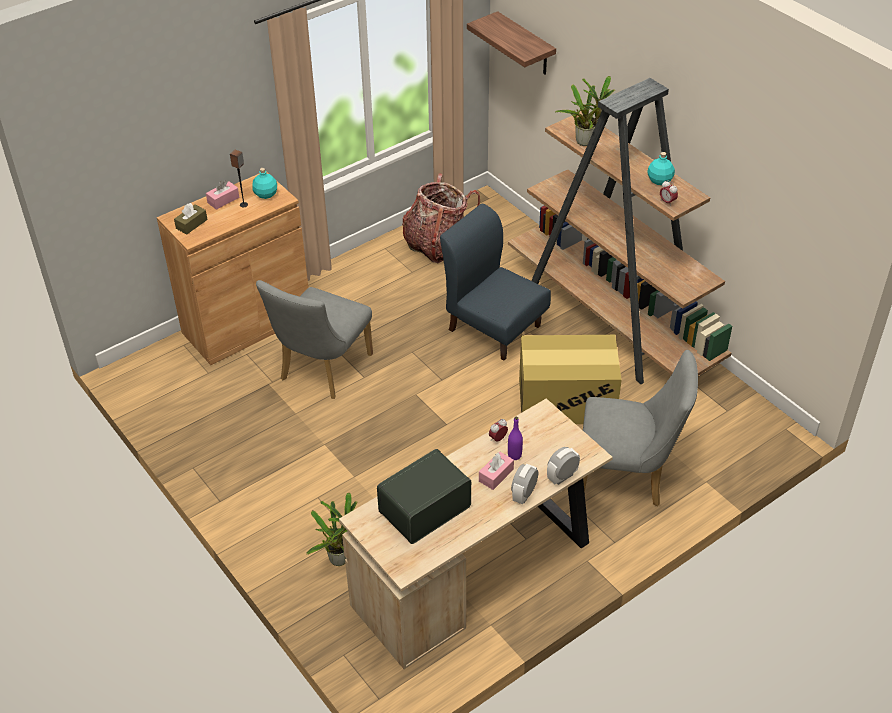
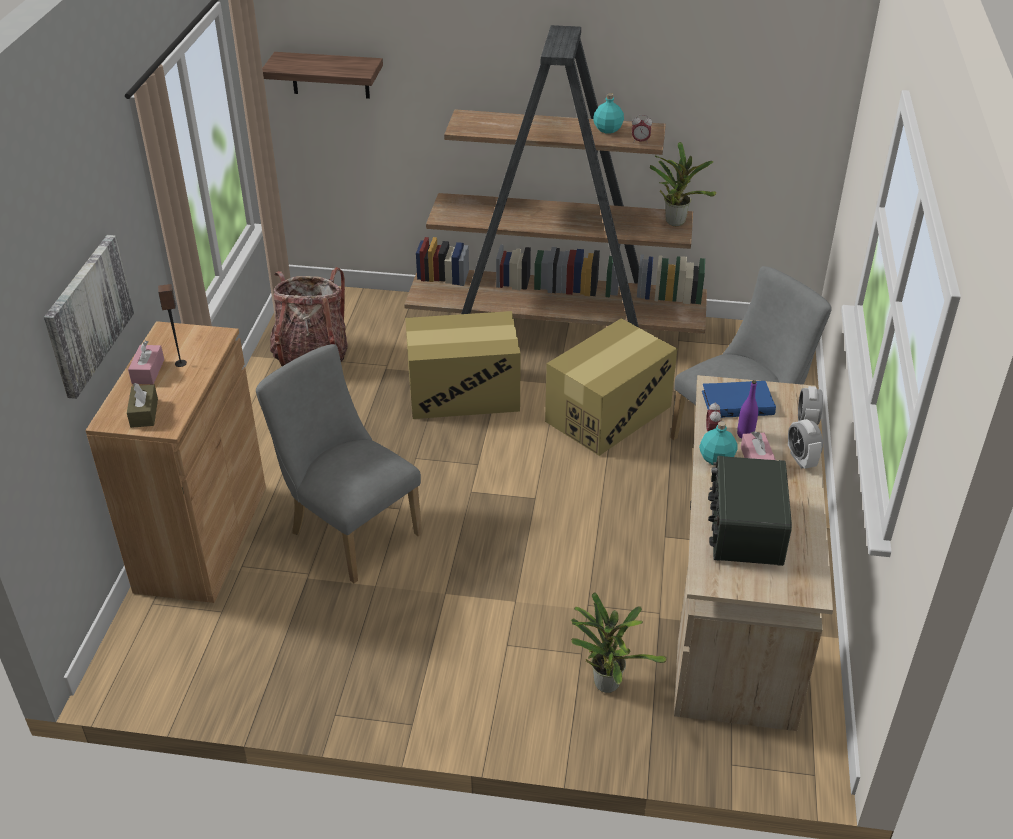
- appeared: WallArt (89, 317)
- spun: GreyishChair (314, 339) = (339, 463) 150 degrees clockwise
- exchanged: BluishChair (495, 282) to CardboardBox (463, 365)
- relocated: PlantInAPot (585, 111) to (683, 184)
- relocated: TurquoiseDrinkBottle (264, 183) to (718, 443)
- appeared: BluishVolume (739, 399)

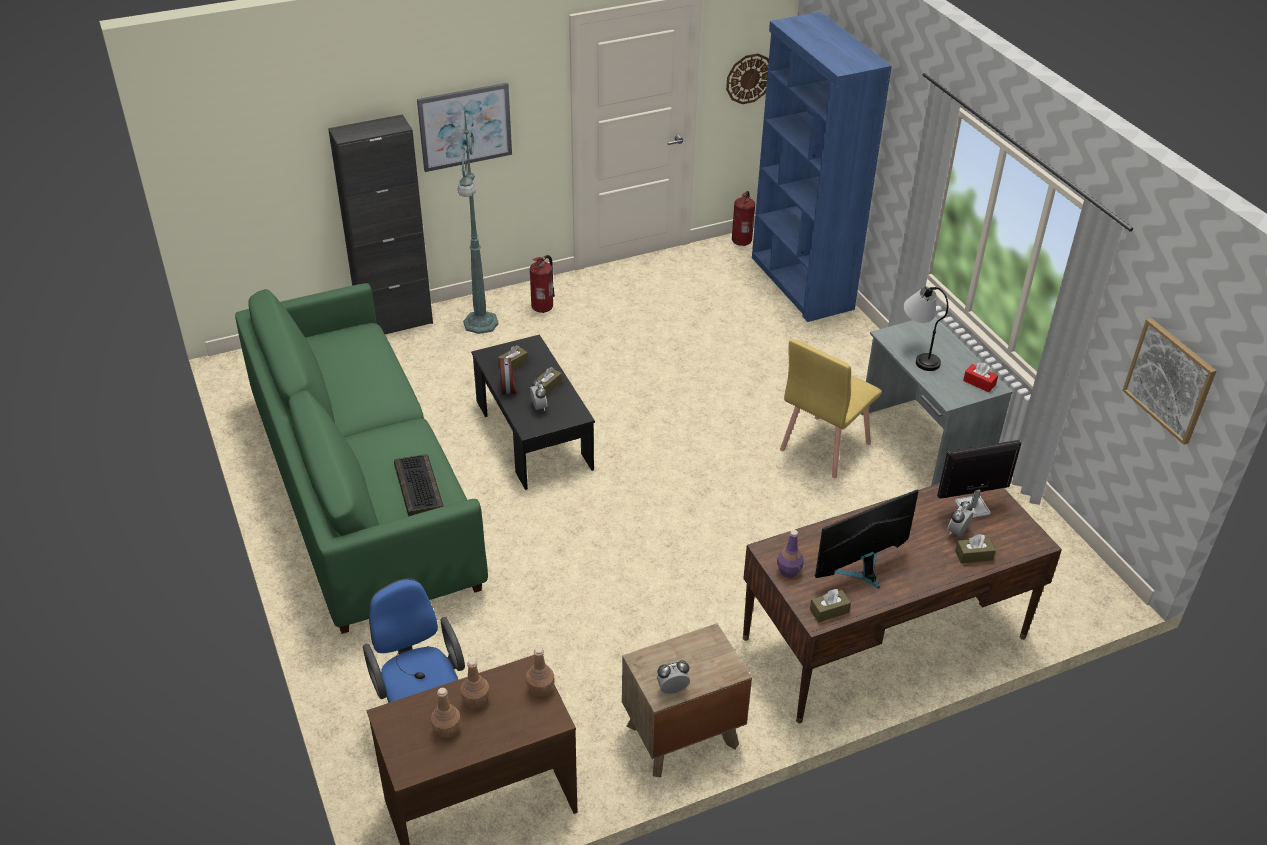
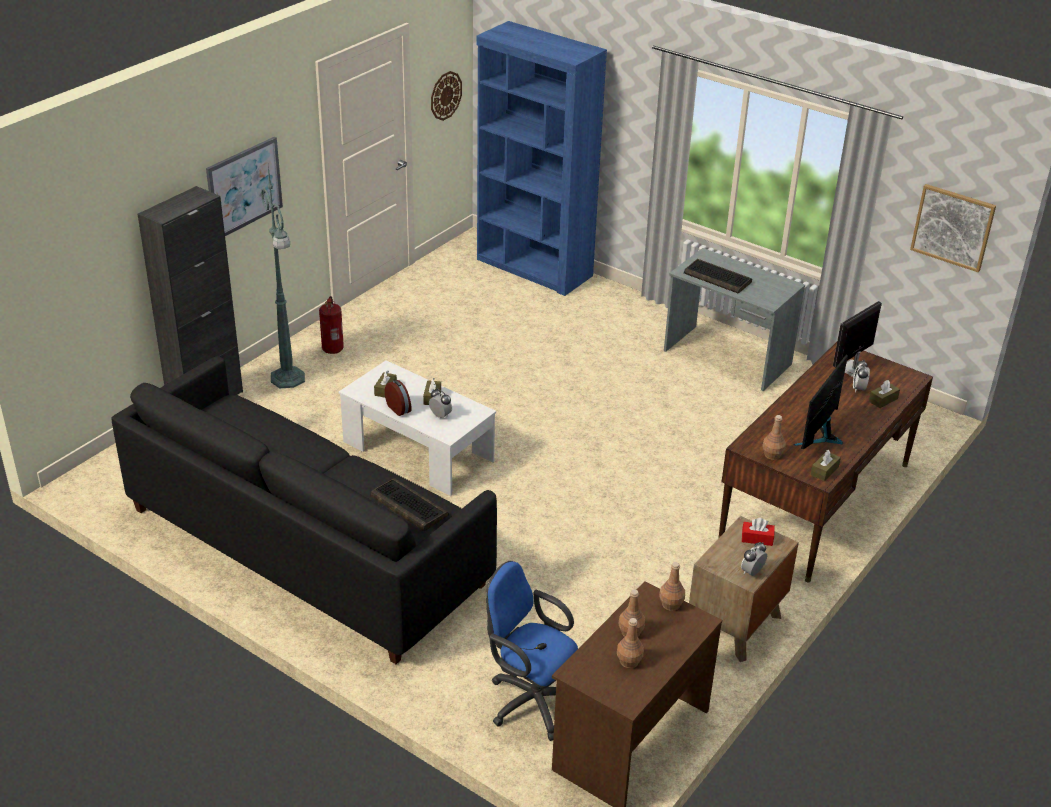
- colour: GreenCouch (361, 458) to BlackColouredCouch (304, 510)
- colour: BlackColouredLowTable (533, 412) to WhiteLowTable (417, 428)
- exchanged: LampForATable (926, 329) to ComputerKeyboard (718, 276)
- relocated: RedColouredTissueBox (980, 377) to (758, 532)
- colour: PurplishDrinkBottle (790, 554) to BrownColouredDrinkBottle (774, 437)
- missing: FireFightingCylinder (743, 218)
- missing: YellowColouredChair (831, 408)

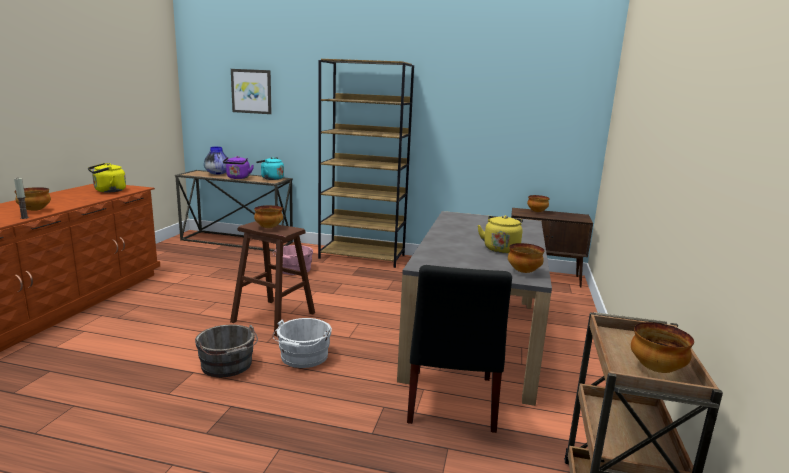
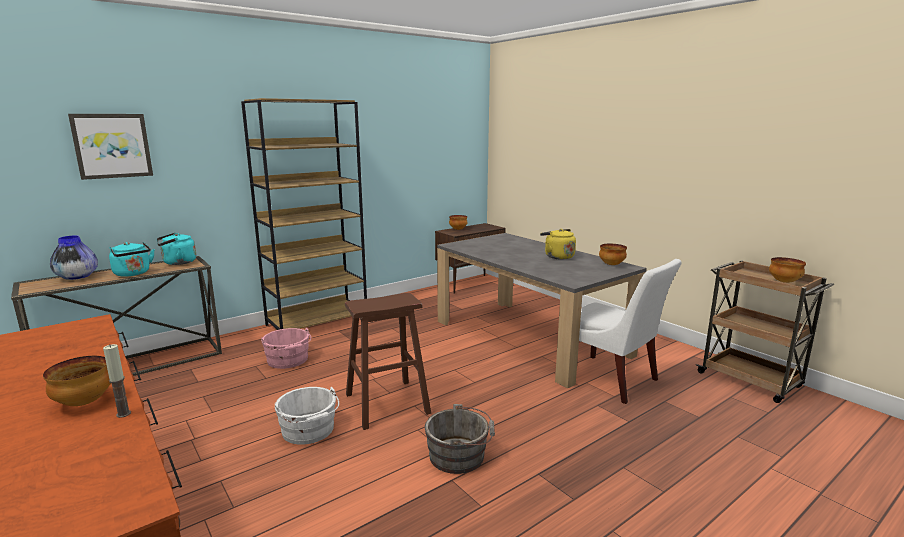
- colour: PurplishTeaKettle (238, 167) to TurquoiseTeaKettle (132, 259)
- relocated: WhiteBucket (302, 343) to (307, 416)
- colour: BlackColouredChair (459, 349) to WhiteChair (630, 331)
- missing: YellowColouredTeaKettle (107, 177)
- missing: ServingBowl (268, 216)

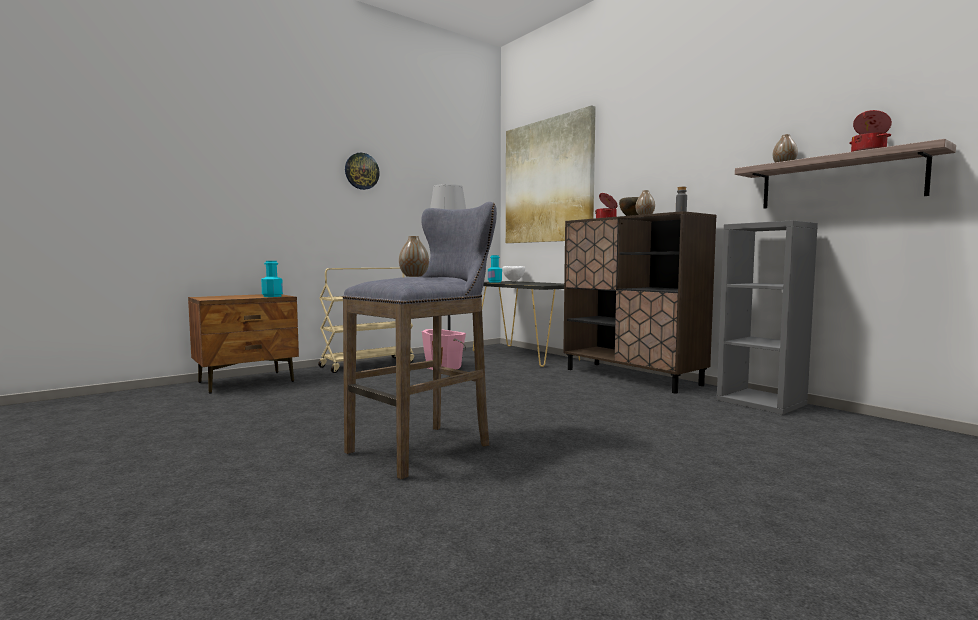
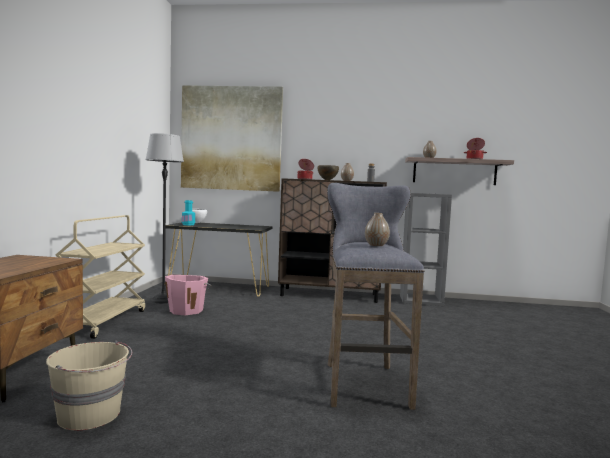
- appeared: SandColouredBucket (89, 386)
- missing: TurquoiseDrinkBottle (272, 279)
- missing: WallClock (362, 171)

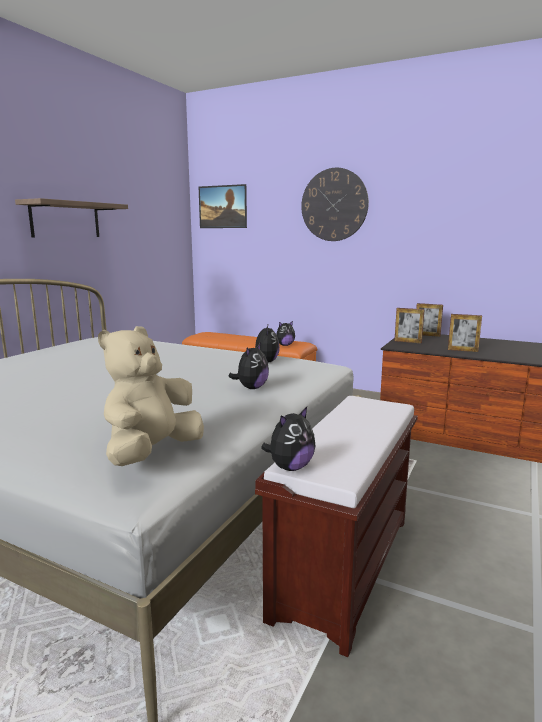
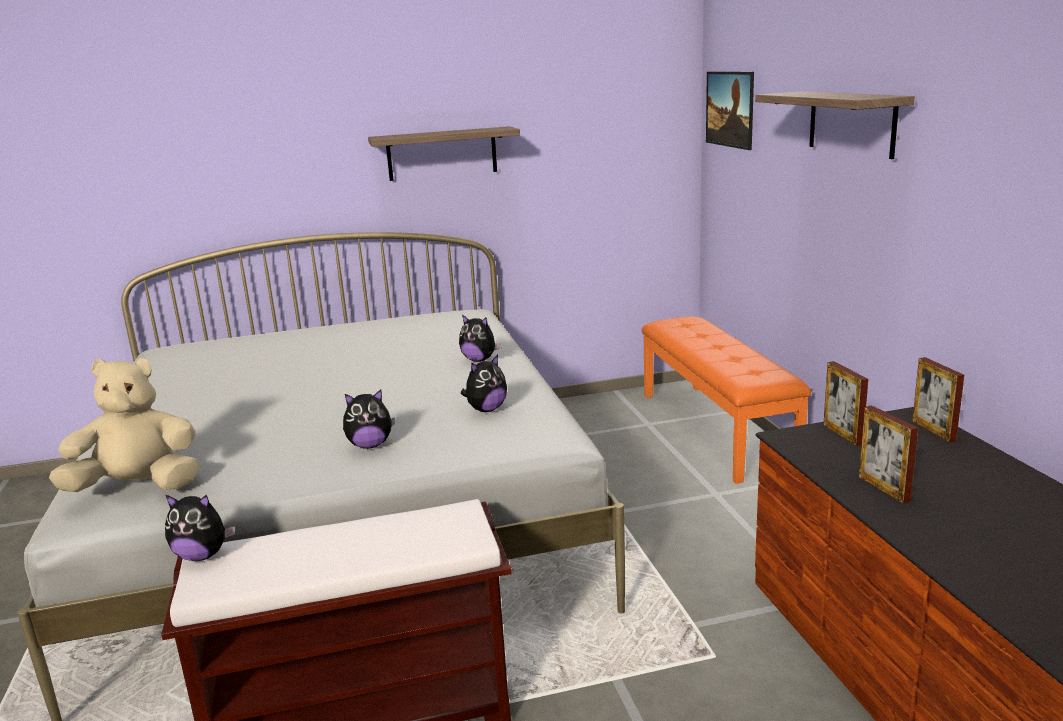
- relocated: SoftToy (286, 333) to (480, 338)
- exchanged: WallClock (335, 204) to BracketShelf (835, 125)

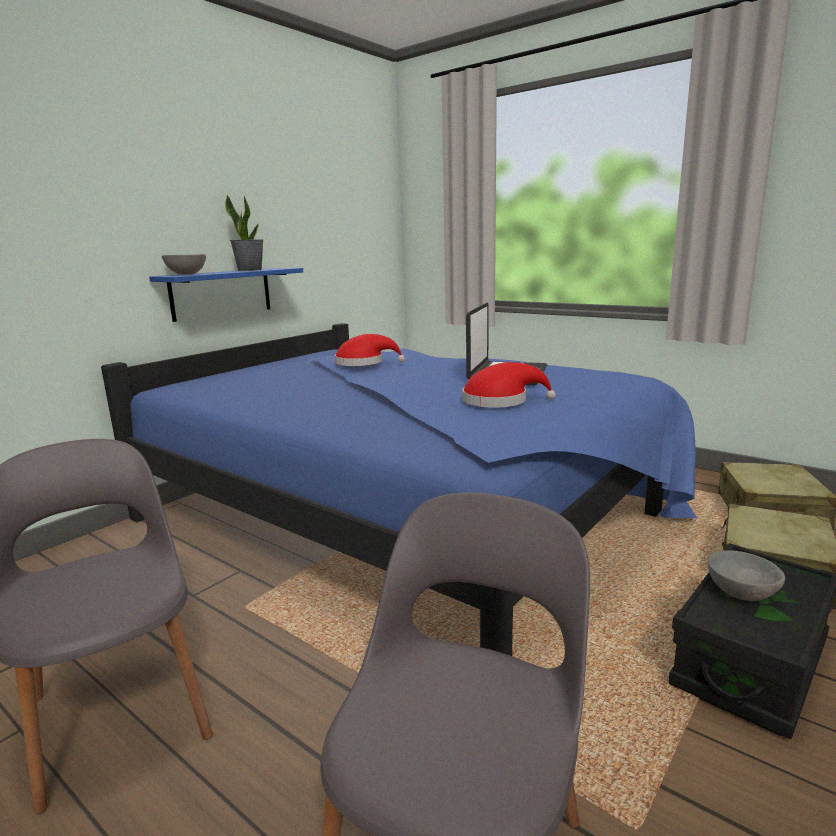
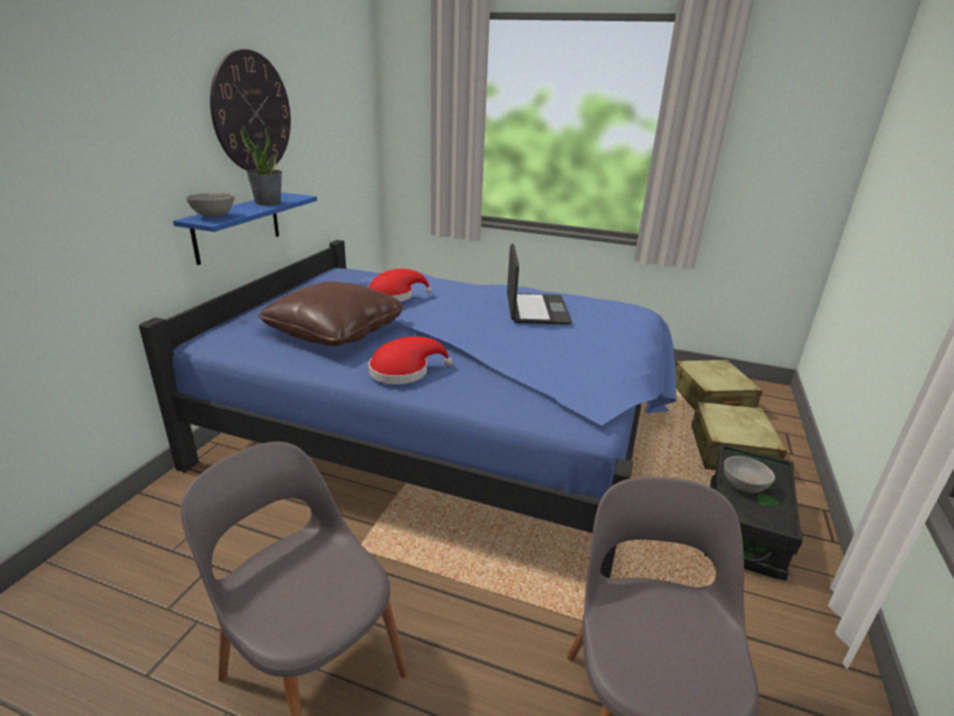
- appeared: WallClock (250, 110)
- appeared: BrownColouredPillow (331, 314)
- relocated: RedColouredClothingHat (509, 385) to (410, 360)

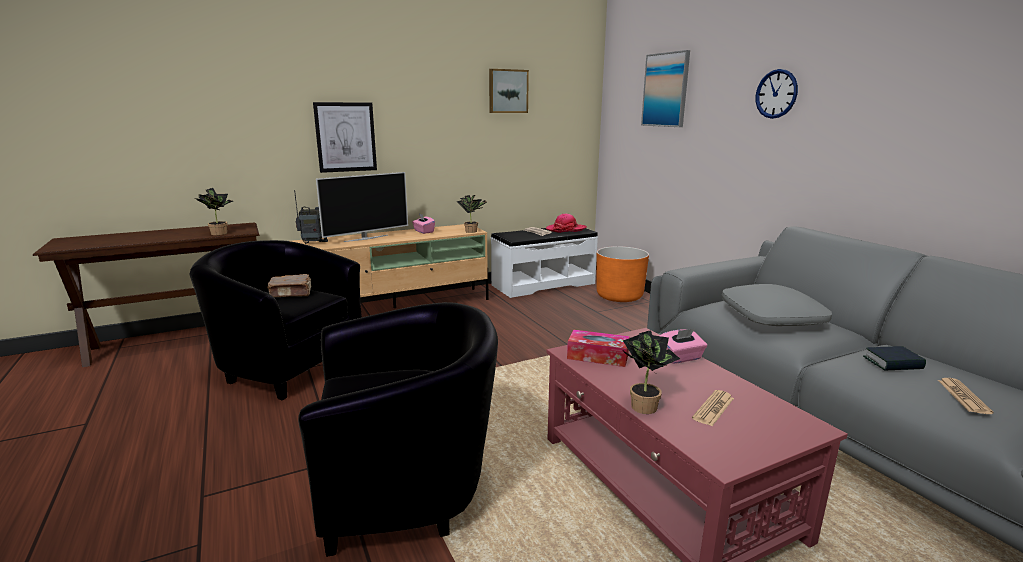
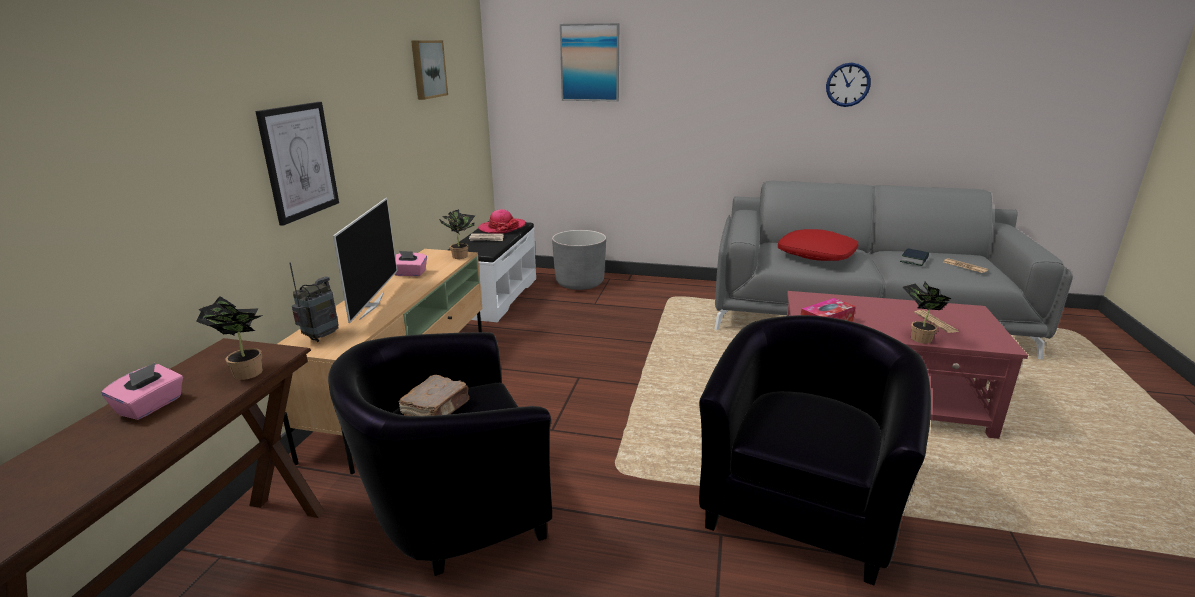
- relocated: PinkColouredTissueBox (683, 346) to (142, 391)
- colour: OrangeColouredPlanter (622, 274) to GreyishPlanter (579, 260)
- colour: GreyishPillow (776, 305) to RedColouredPillow (818, 245)
- relocated: WallClock (777, 94) to (848, 85)

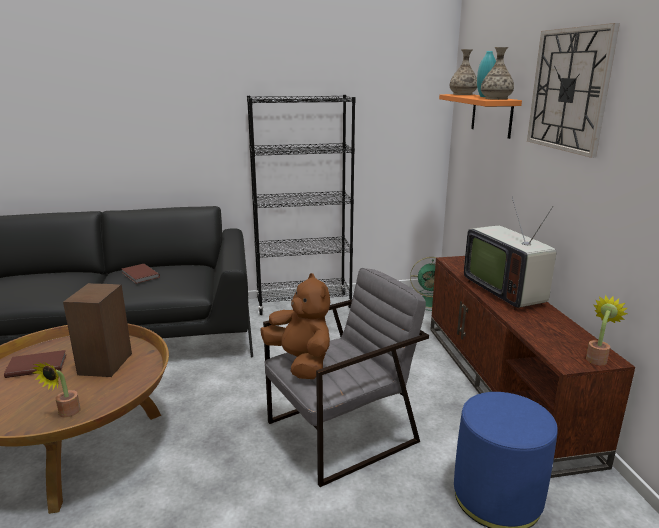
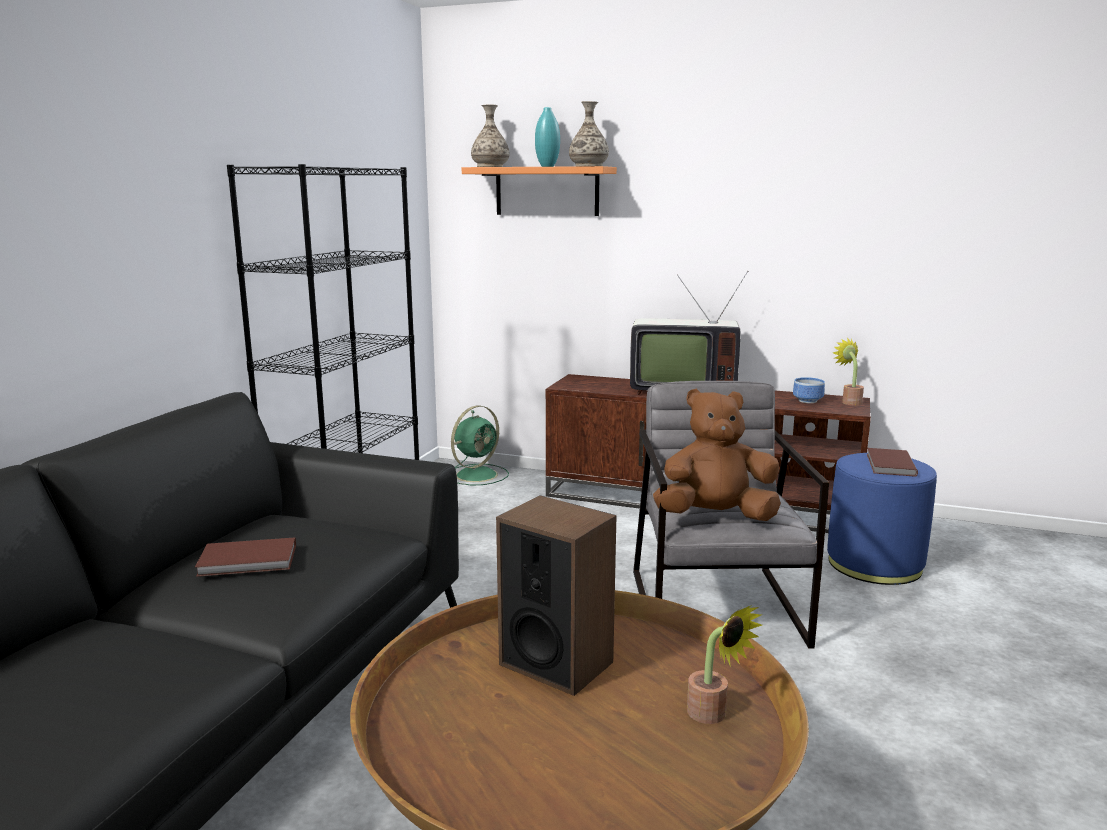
- appeared: ServingBowl (809, 390)
- relocated: BrownColouredVolume (35, 364) to (892, 462)
- missing: WallClock (573, 90)

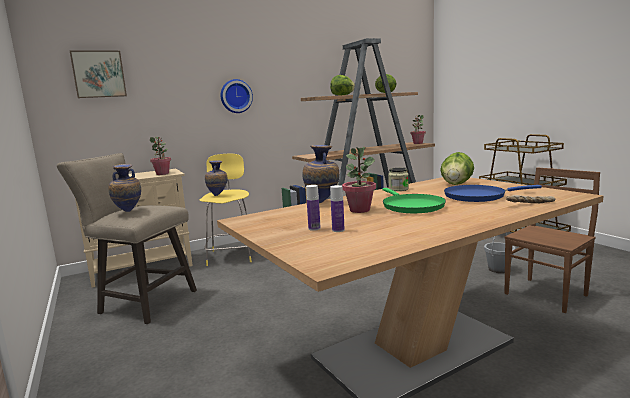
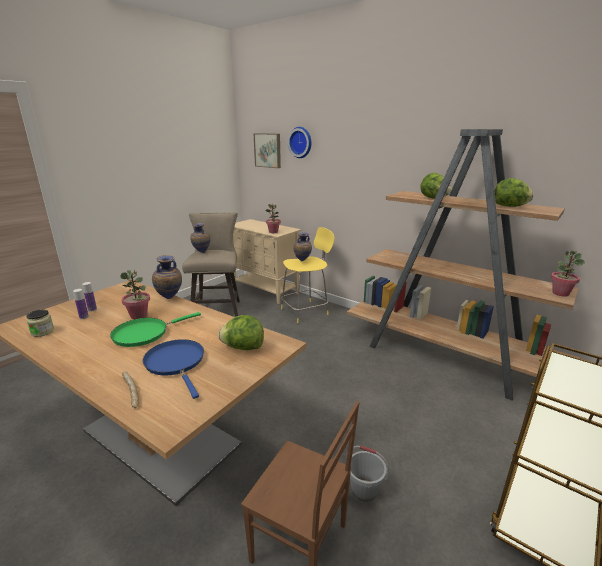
- relocated: PreserveJar (398, 179) to (40, 323)
- relocated: WallClock (237, 96) to (300, 142)

